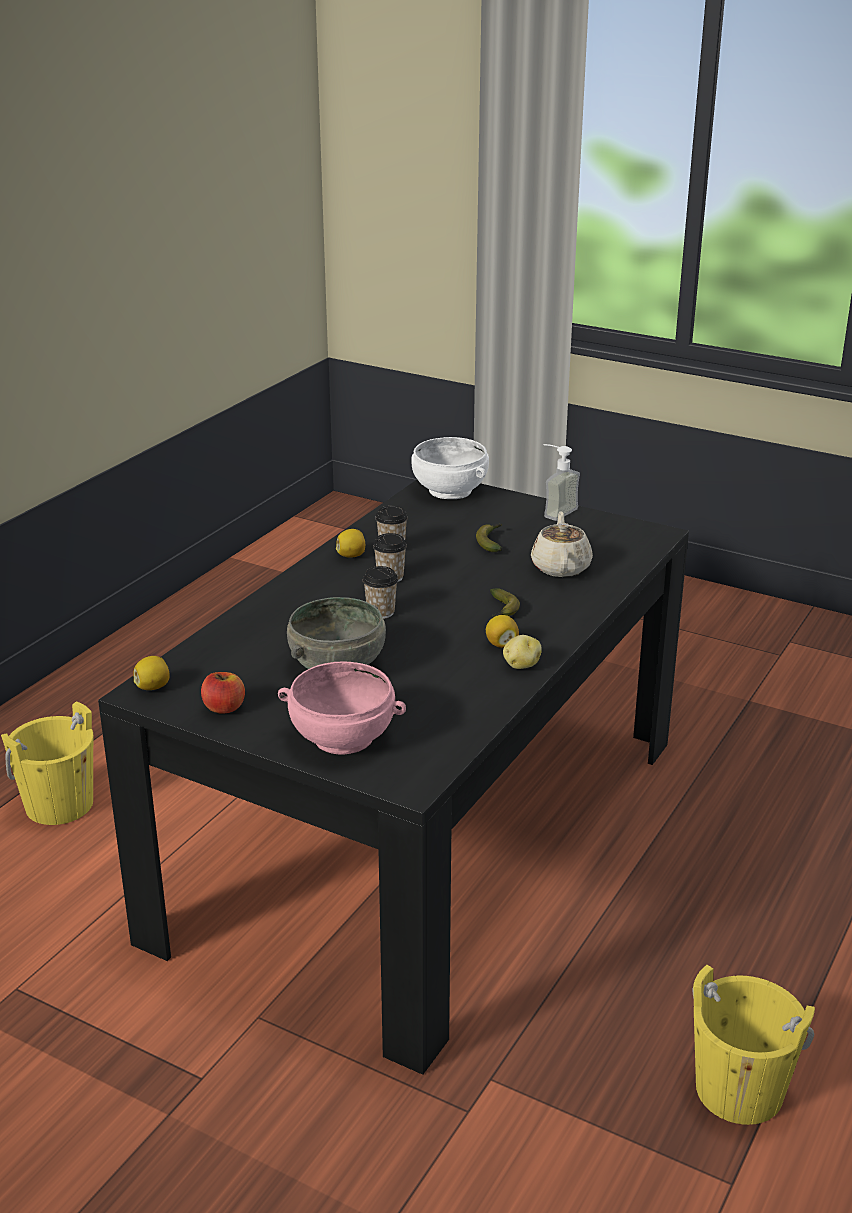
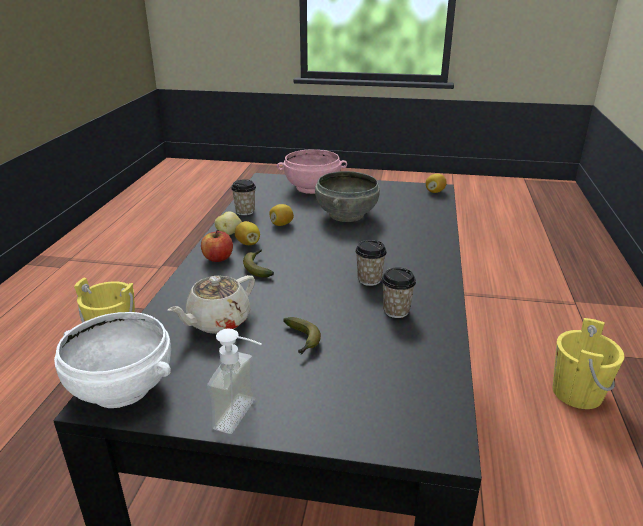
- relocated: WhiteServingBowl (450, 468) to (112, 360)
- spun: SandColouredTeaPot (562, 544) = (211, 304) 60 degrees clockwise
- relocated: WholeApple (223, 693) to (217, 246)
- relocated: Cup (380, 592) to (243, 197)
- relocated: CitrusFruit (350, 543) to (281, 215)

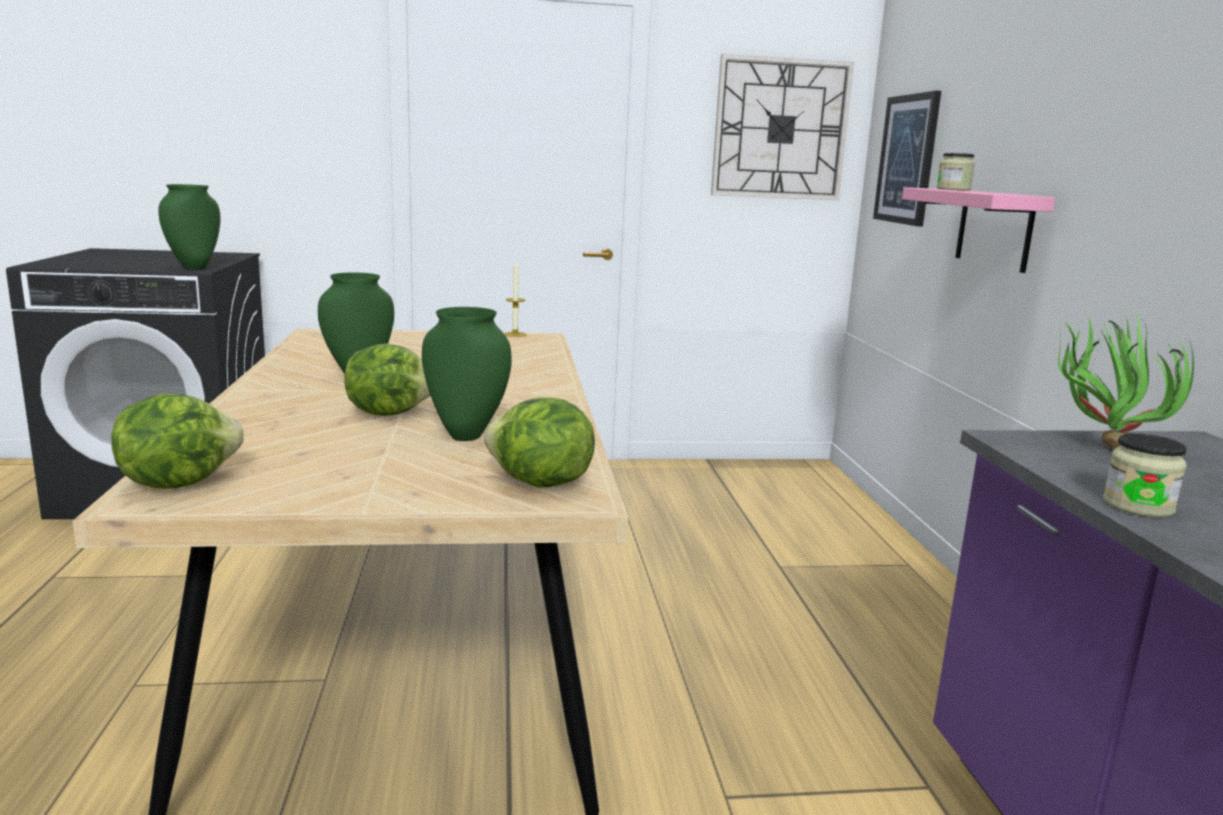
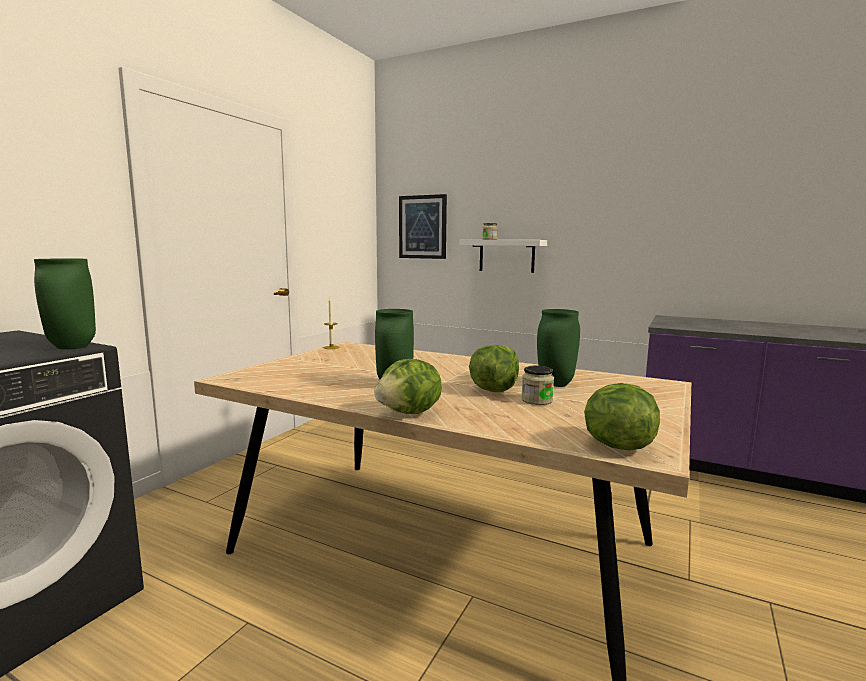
- relocated: Lettuce (539, 442) to (408, 386)
- colour: PinkColouredBracketShelf (978, 230) to WhiteBracketShelf (503, 256)
- relocated: PreserveJar (1145, 475) to (537, 385)
- missing: WallClock (782, 127)
- missing: PlantInAPot (1126, 381)

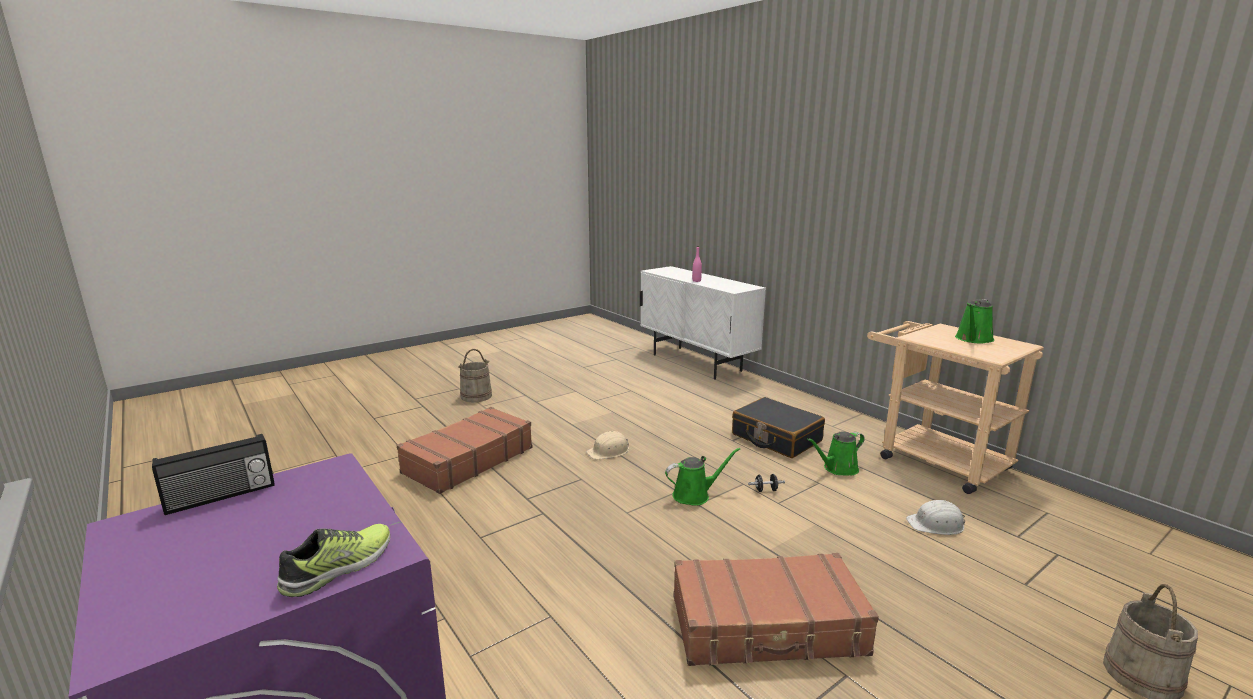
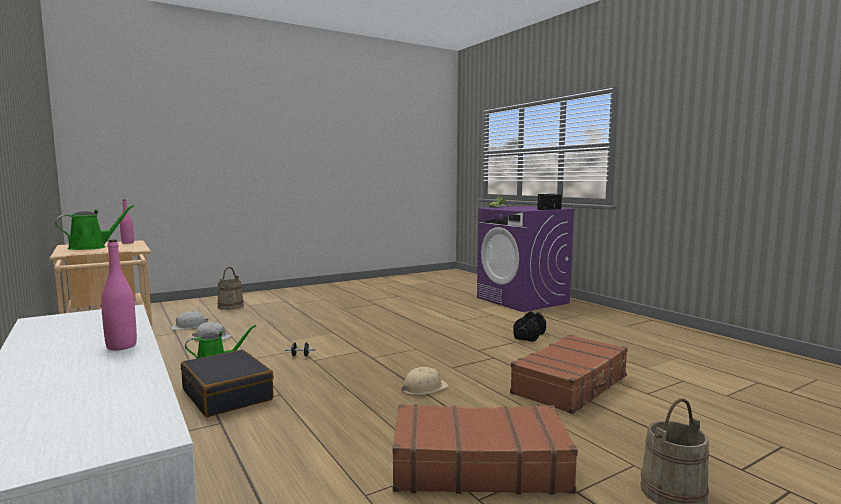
- appeared: PinkColouredDrinkBottle (127, 222)
- appeared: WhiteHardHat (189, 320)
- relocated: BrownColouredSuitcase (776, 609) to (485, 449)
- appeared: BlackColouredHandWeight (529, 326)
- missing: GreenSprinklingCan (702, 477)

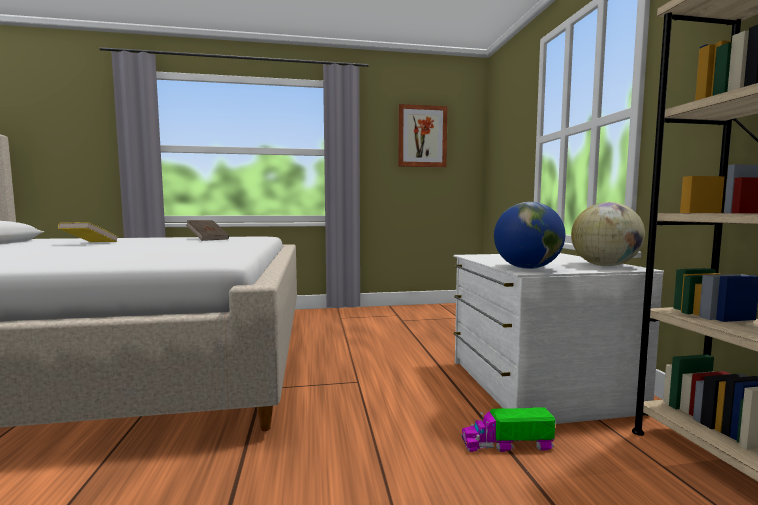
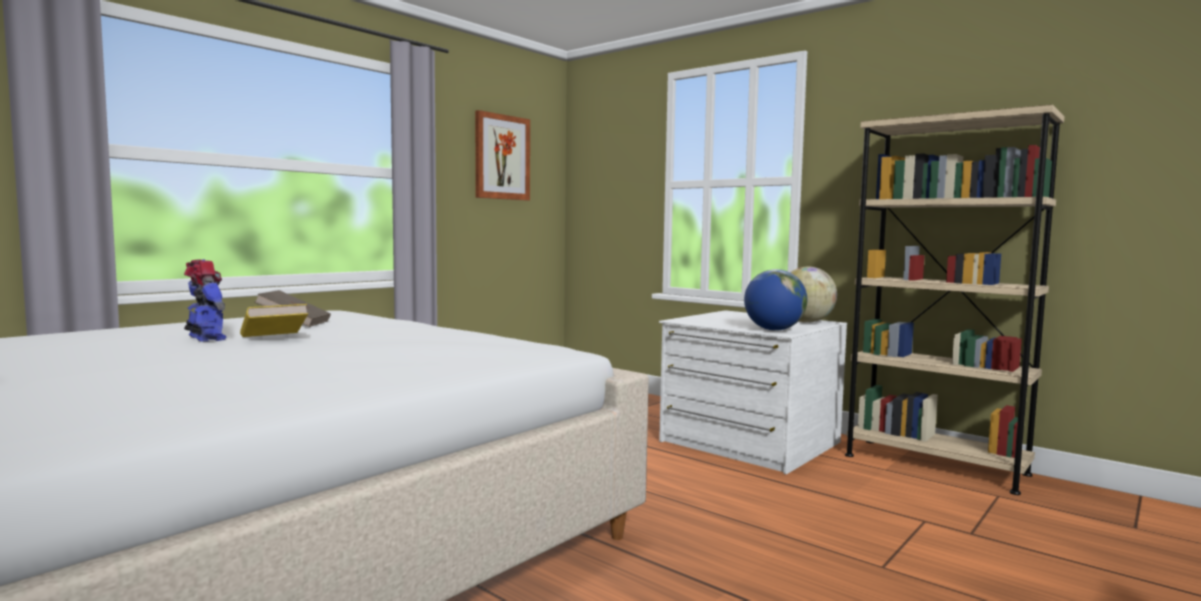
- appeared: RobotFigure (205, 300)
- relocated: YellowColouredVolume (88, 232) to (274, 320)
- missing: ToyLorry (508, 430)

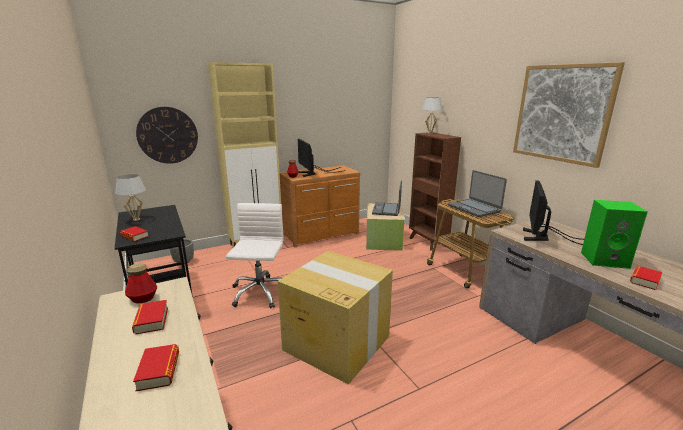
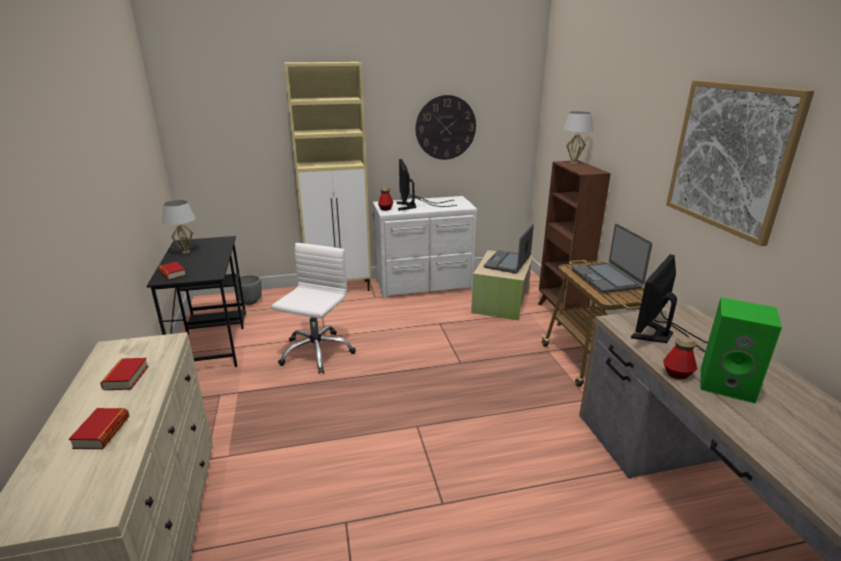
- colour: BrownColouredDresser (319, 206) to WhiteDresser (425, 247)
- relocated: WallClock (167, 135) to (446, 127)
- relocated: DrinkBottle (141, 283) to (680, 358)
- missing: CardboardBox (335, 318)
- missing: Volume (646, 278)

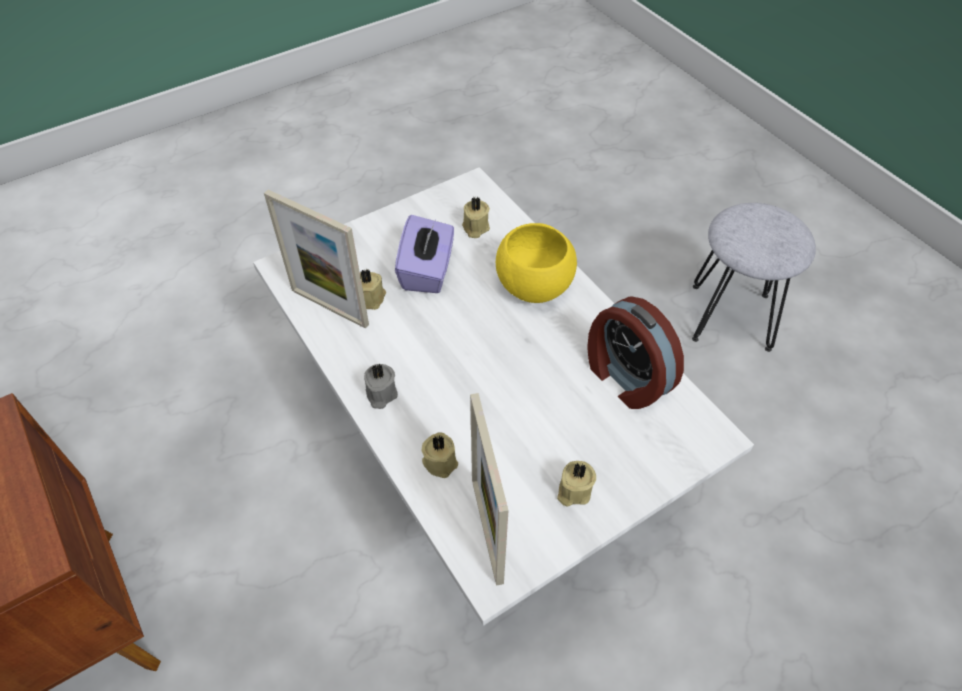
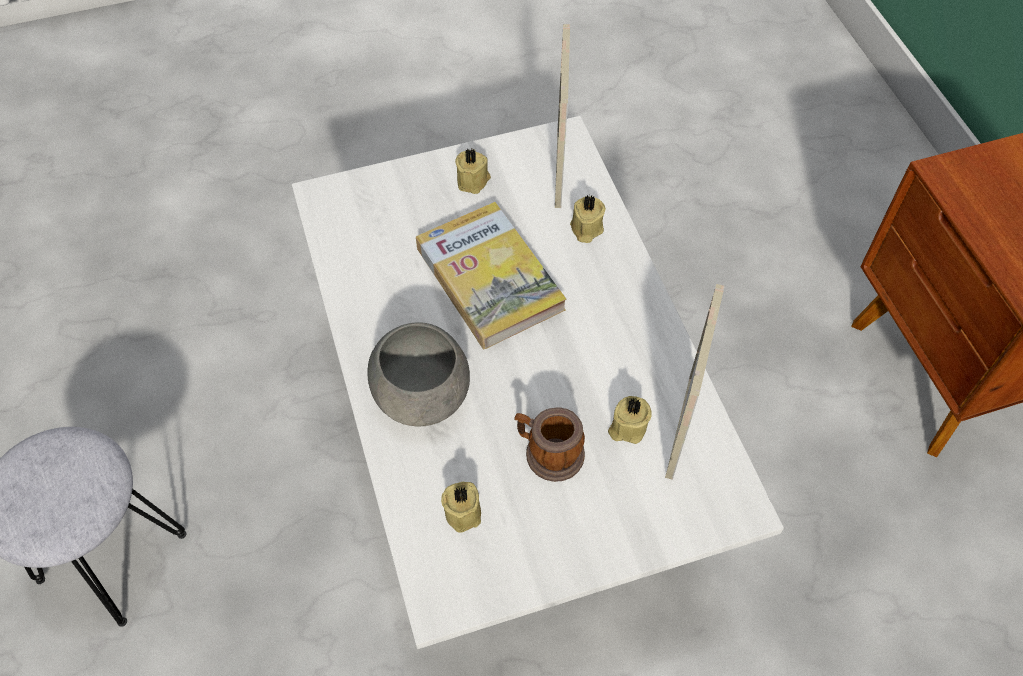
- colour: YellowColouredServingBowl (536, 263) to GreyishServingBowl (418, 374)
- appeared: Volume (491, 275)
- exchanged: PurplishTissueBox (424, 254) to CoffeeMug (549, 444)
- spun: PhotoFrame (316, 259) = (695, 382) 60 degrees clockwise
- missing: GreyishCandle (381, 386)
- missing: TableClock (635, 352)

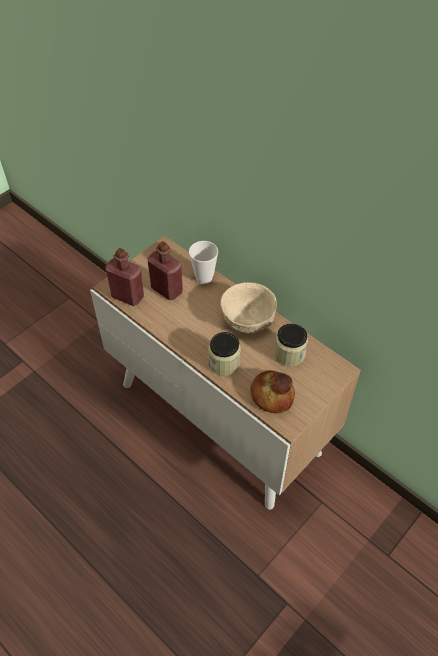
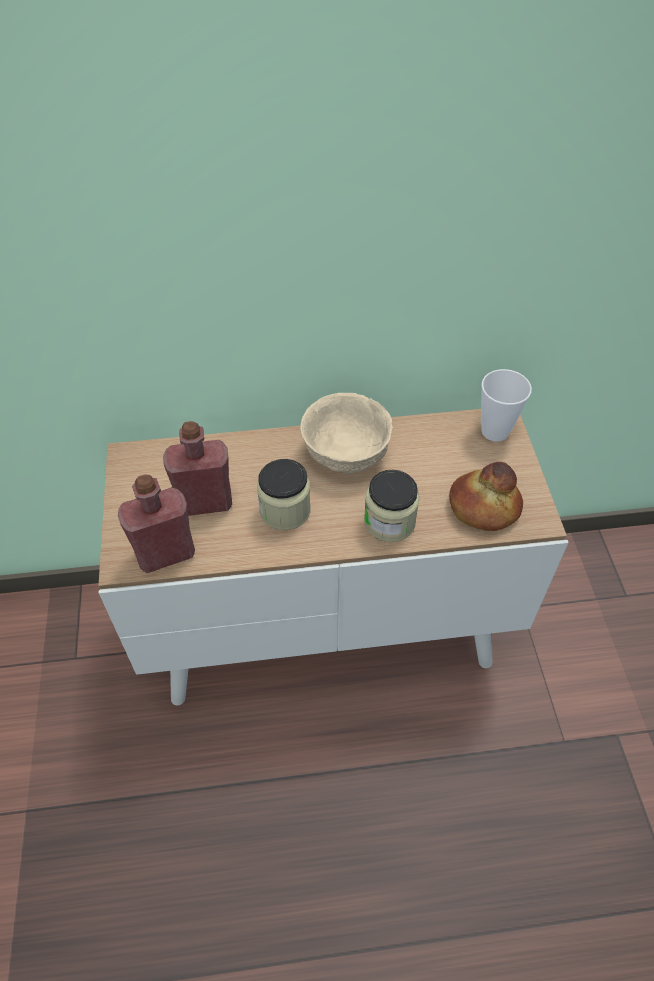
- relocated: PreserveJar (291, 345) to (284, 494)
- relocated: Cup (203, 262) to (506, 405)

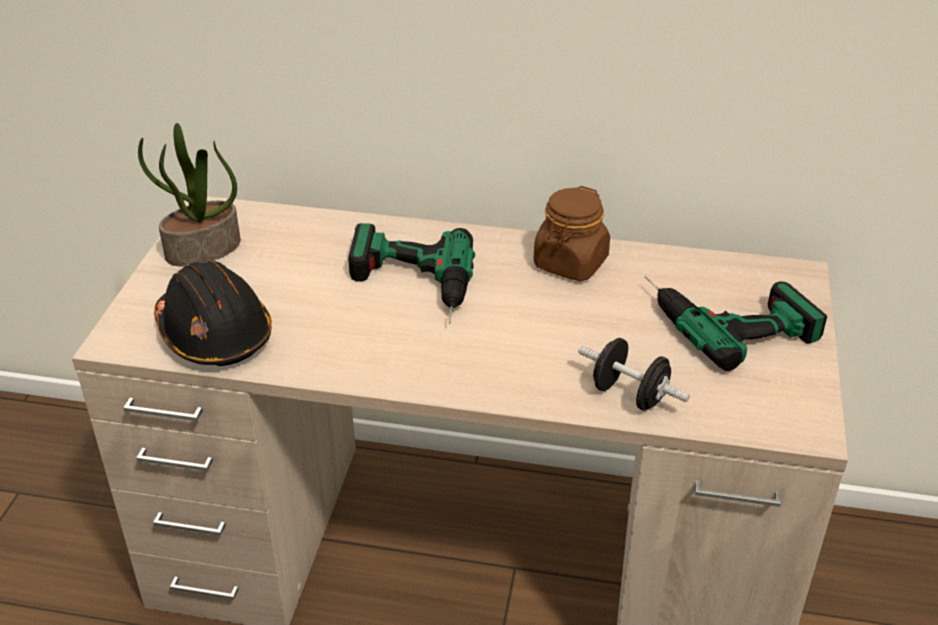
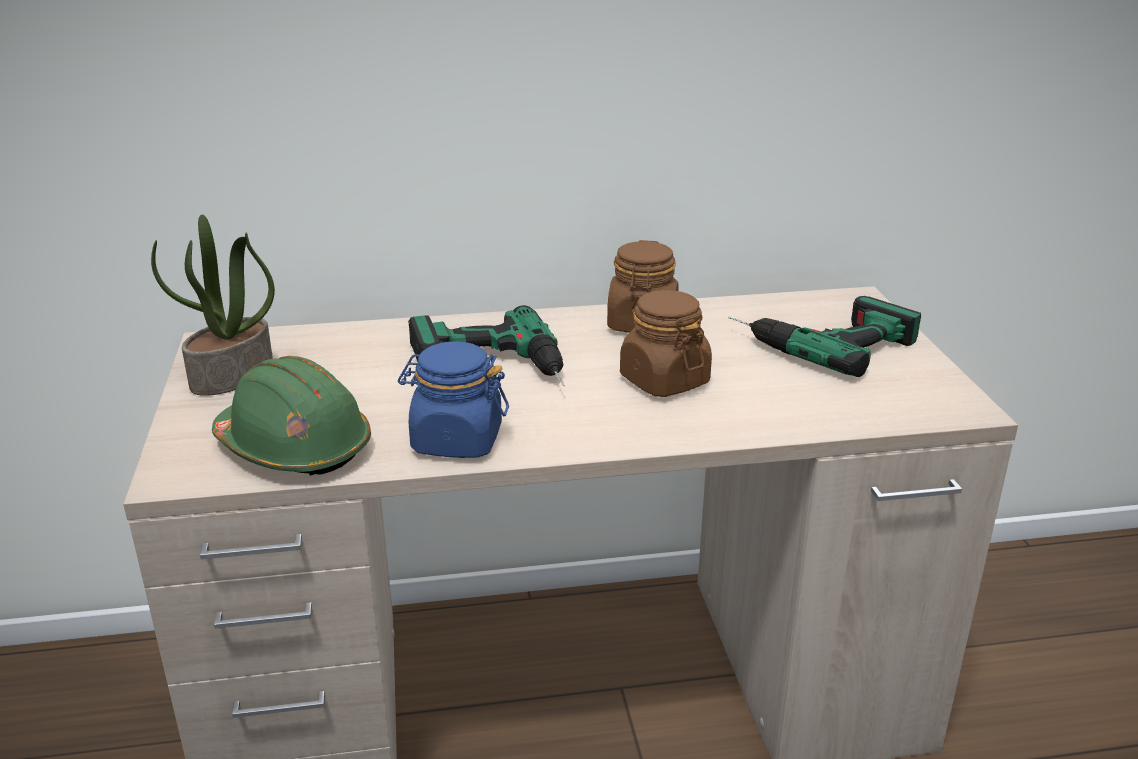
- colour: BlackColouredHardHat (213, 313) to GreenHardHat (291, 415)
- appeared: BluishPreserveJar (453, 399)
- appeared: BrownColouredPreserveJar (666, 343)
- missing: BlackColouredHandWeight (634, 374)

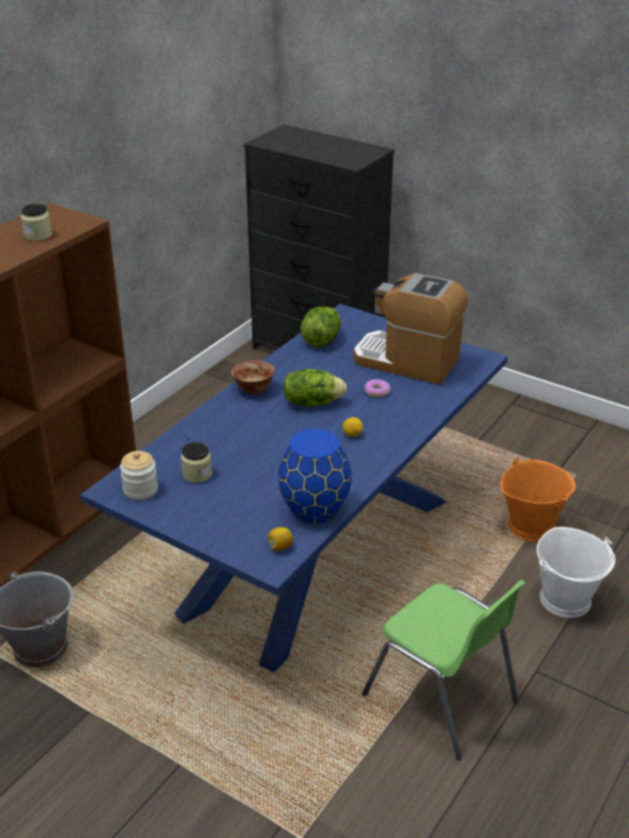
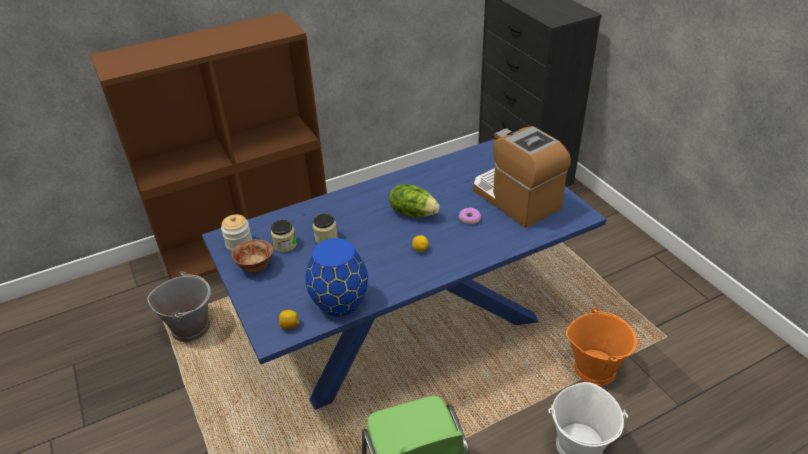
- relocated: ServingBowl (253, 377) to (252, 256)
- relocated: PreserveJar (36, 222) to (325, 228)
- missing: Lettuce (320, 327)

